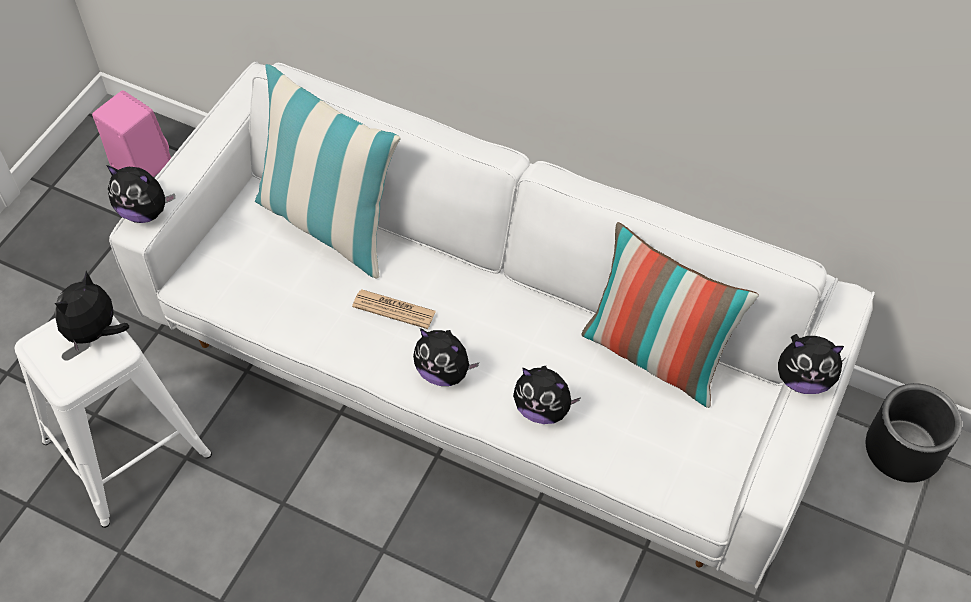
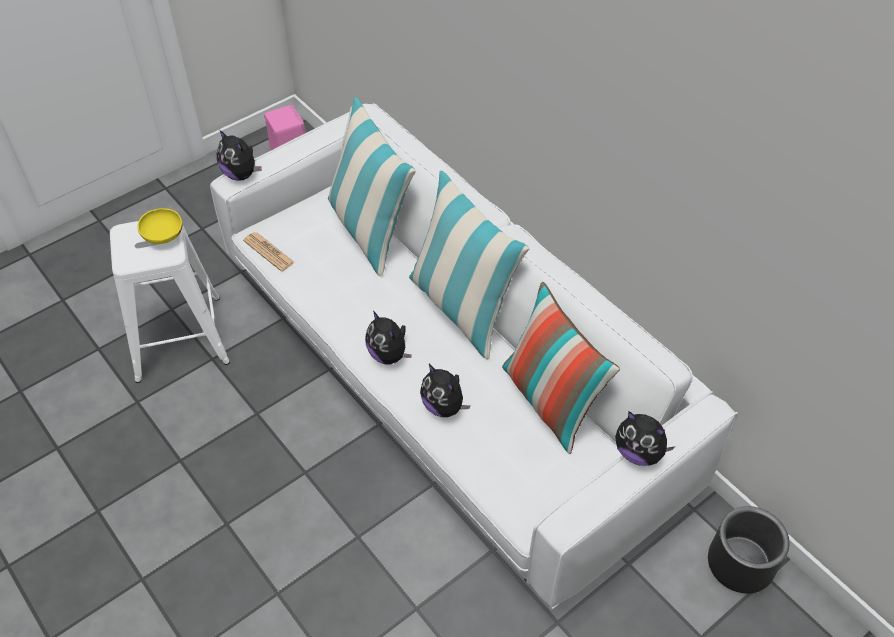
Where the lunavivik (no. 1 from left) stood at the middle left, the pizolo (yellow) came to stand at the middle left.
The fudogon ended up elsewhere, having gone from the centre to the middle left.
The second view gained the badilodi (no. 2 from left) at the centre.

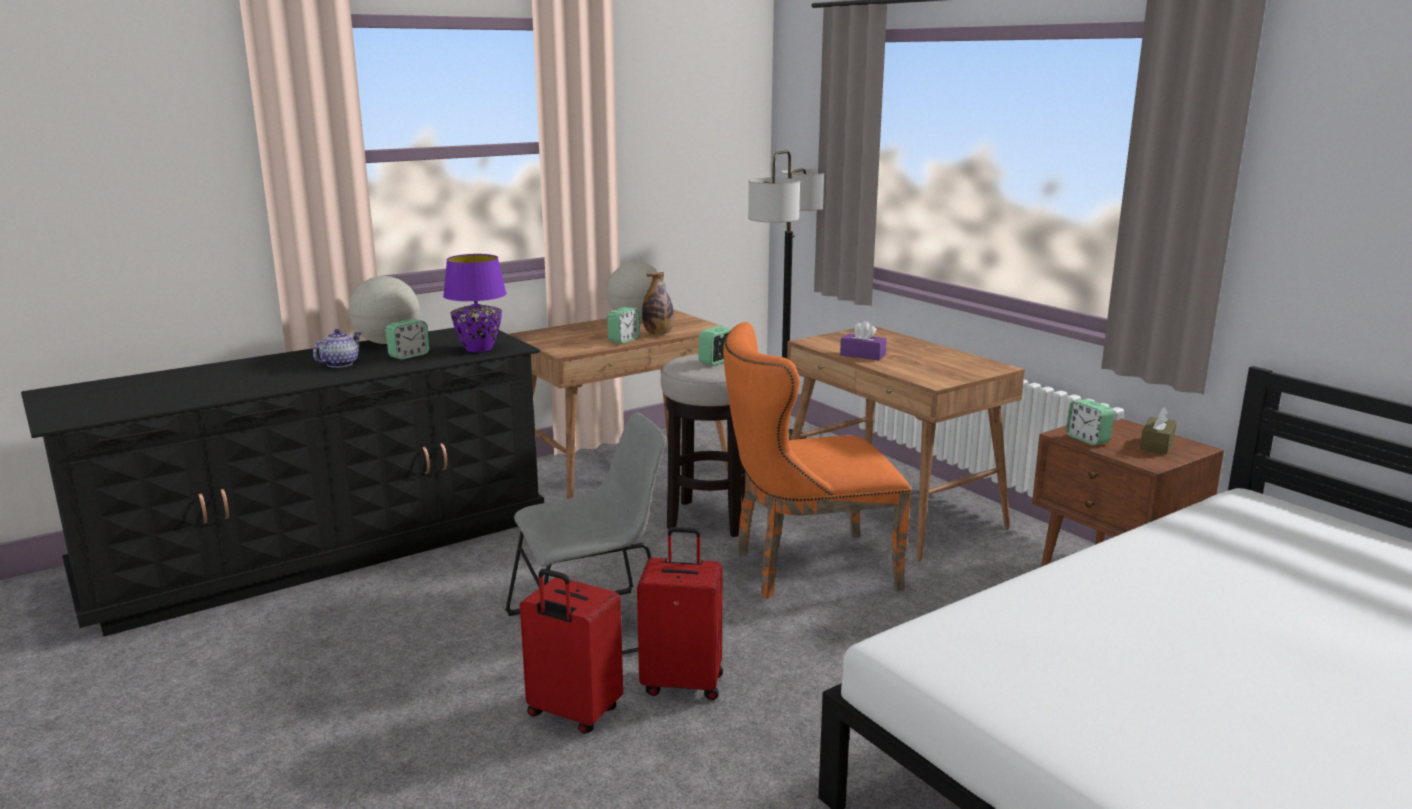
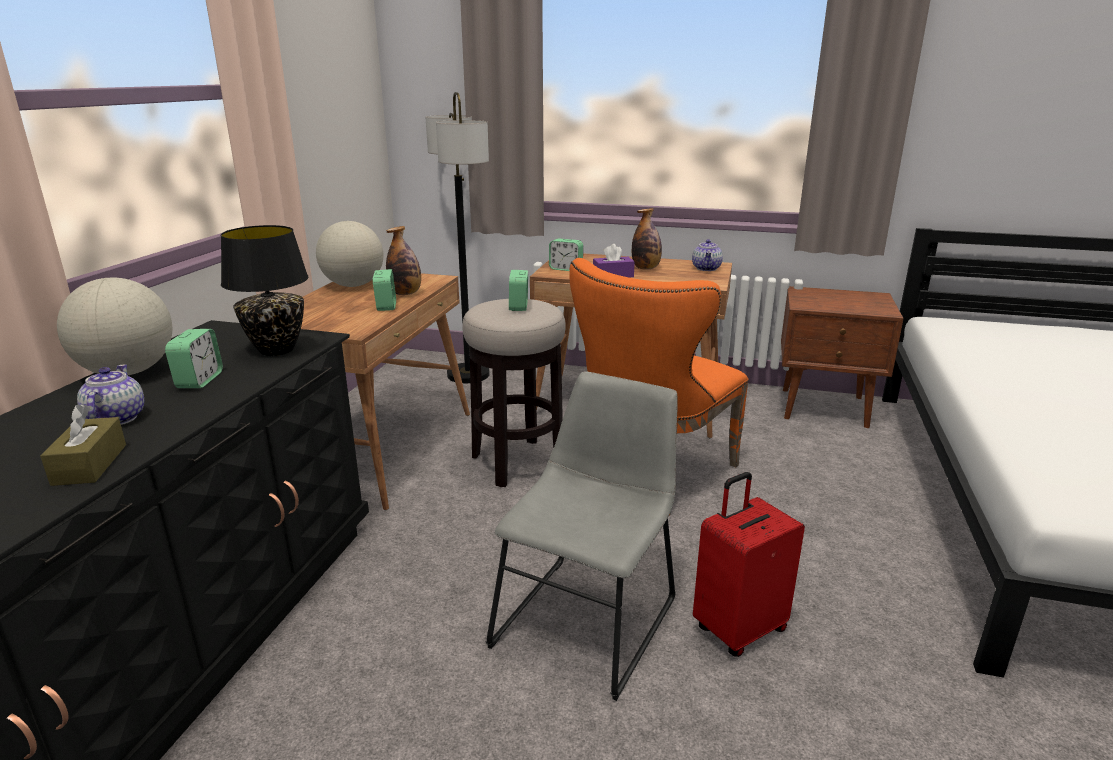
The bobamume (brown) ended up elsewhere, having gone from the middle right to the middle left.
What was the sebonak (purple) at the centre turned into the sebonak (black) at the middle left.
The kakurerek (no. 4 from left) ended up elsewhere, having gone from the middle right to the centre.
The second view gained the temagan (no. 2 from left) at the top centre.
The second view gained the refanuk (no. 2 from left) at the centre.
The second view lost the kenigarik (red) (no. 1 from left) at the bottom centre.

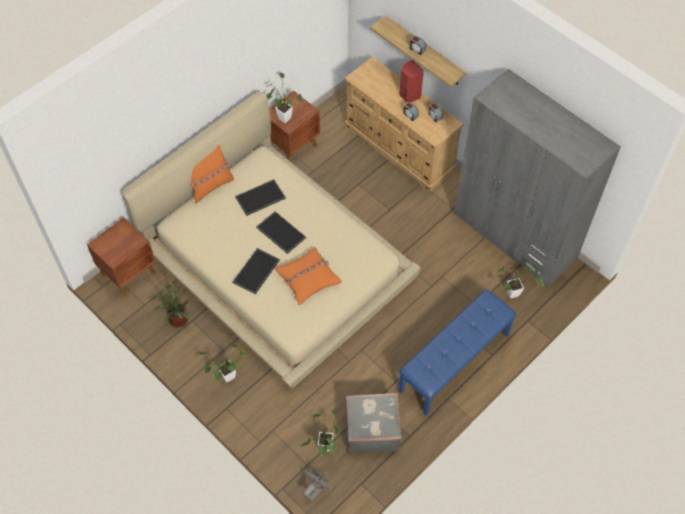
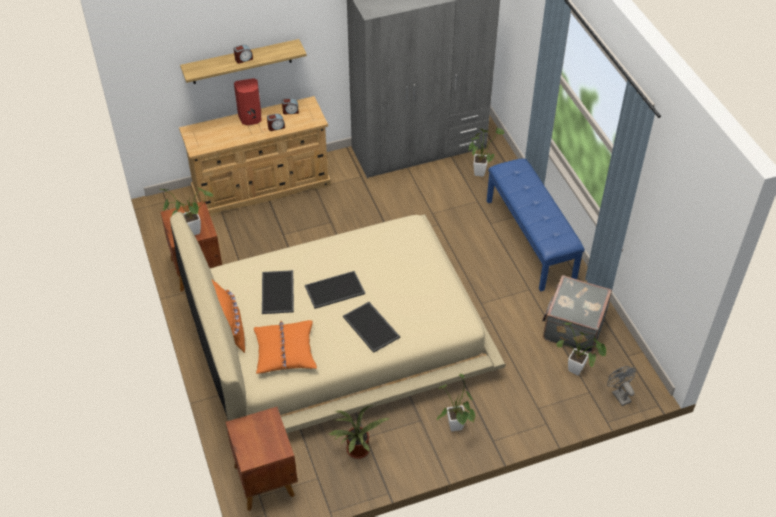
The badilodi (orange) (no. 2 from left) ended up elsewhere, having gone from the centre to the bottom centre.

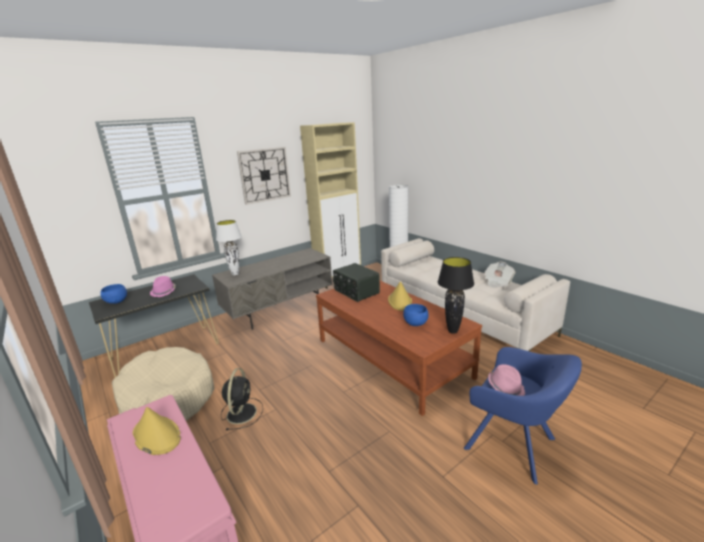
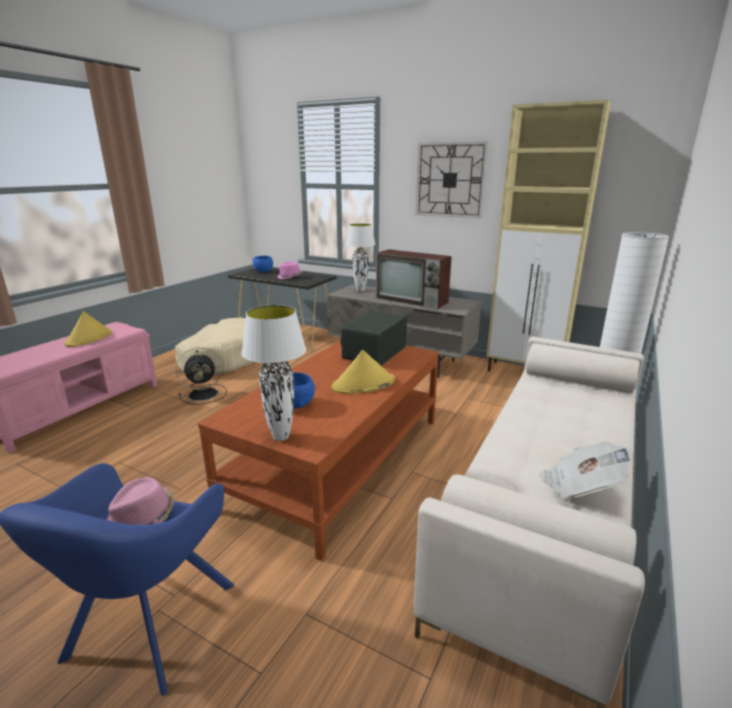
What was the sebonak (black) at the centre turned into the sebonak (white) (no. 1 from left) at the centre.
The second view gained the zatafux at the centre.

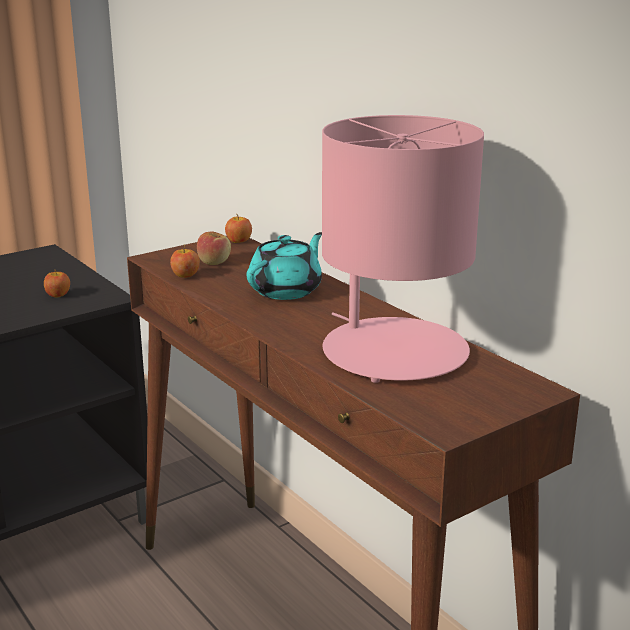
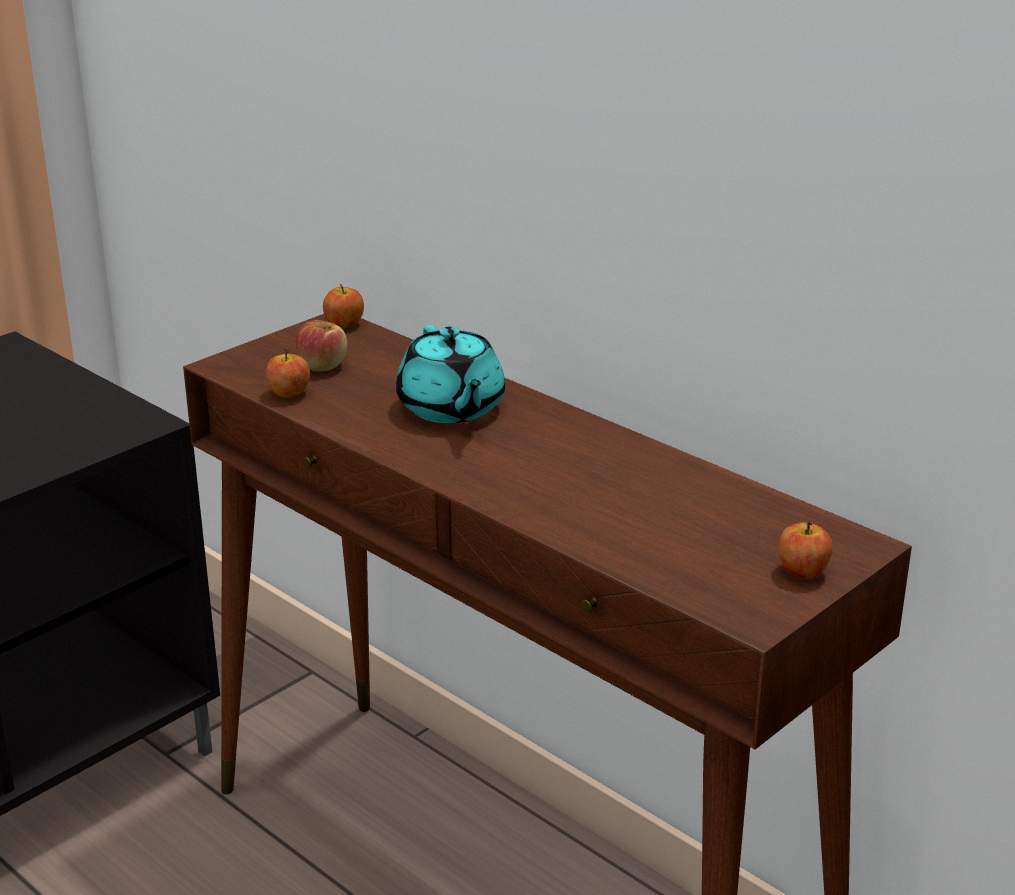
The refanuk (turquoise) at the centre ended up facing another way, 135 degrees clockwise from before.
The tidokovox (no. 1 from left in the first image) ended up elsewhere, having gone from the middle left to the middle right.
The second view lost the sebonak (pink) at the centre.

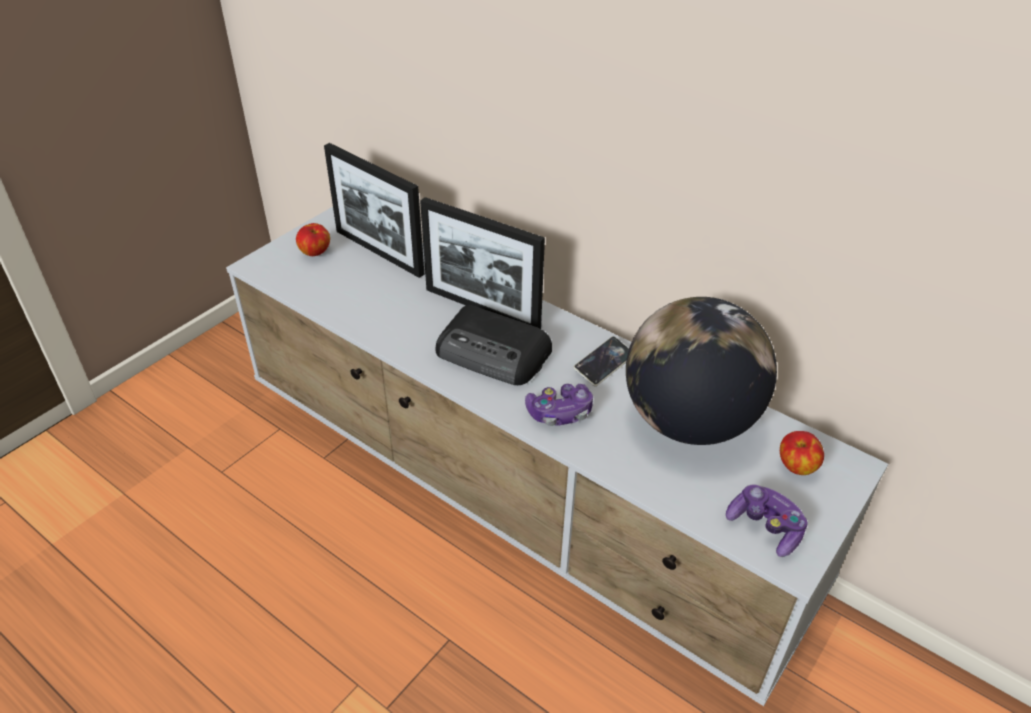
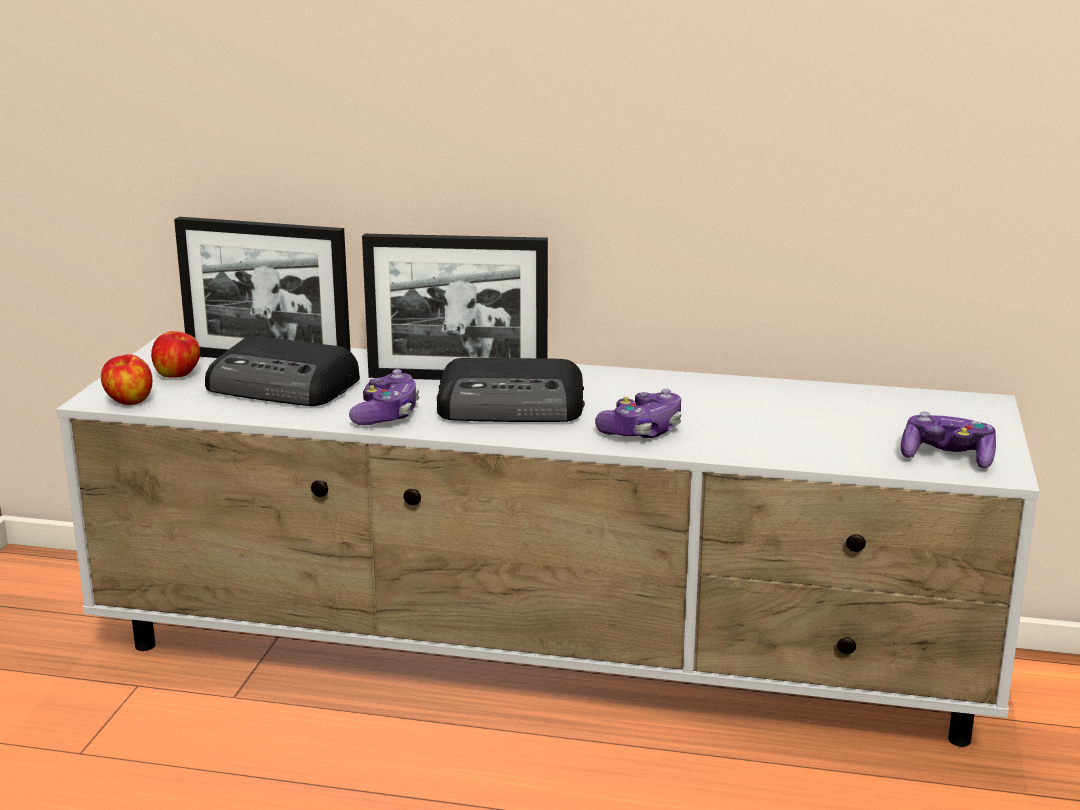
The tidokovox (no. 2 from left in the first image) ended up elsewhere, having gone from the middle right to the middle left.
The second view gained the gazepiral (no. 1 from left) at the middle left.
The second view gained the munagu (no. 1 from left) at the centre.
The second view lost the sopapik at the centre.
The second view lost the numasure at the middle right.

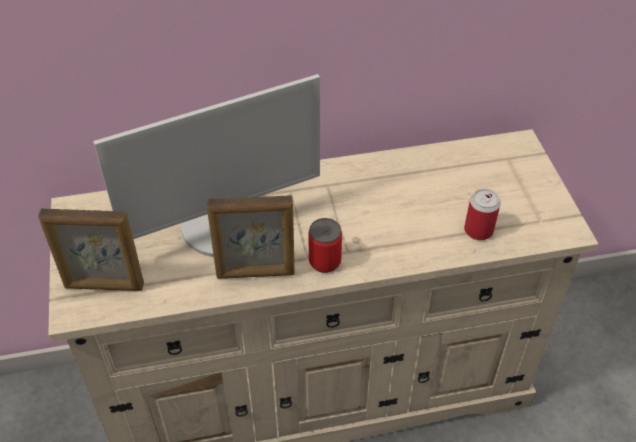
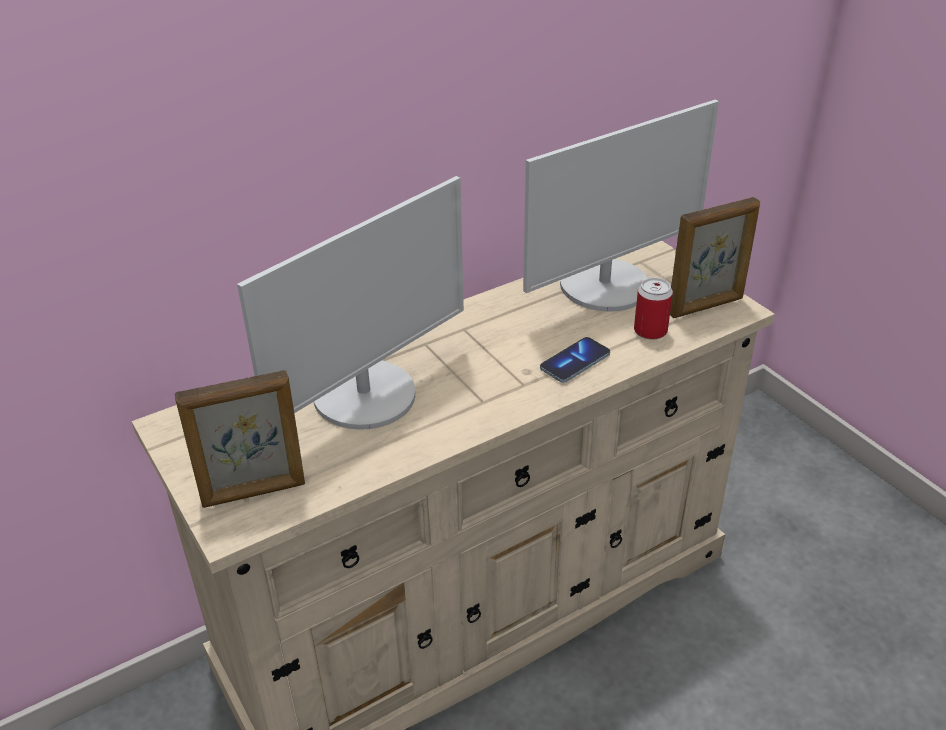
The second view gained the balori (no. 2 from left) at the top centre.
The second view gained the sopapik at the centre.
The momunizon (no. 2 from left) ended up elsewhere, having gone from the centre to the middle right.
The second view lost the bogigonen (no. 1 from left) at the centre.

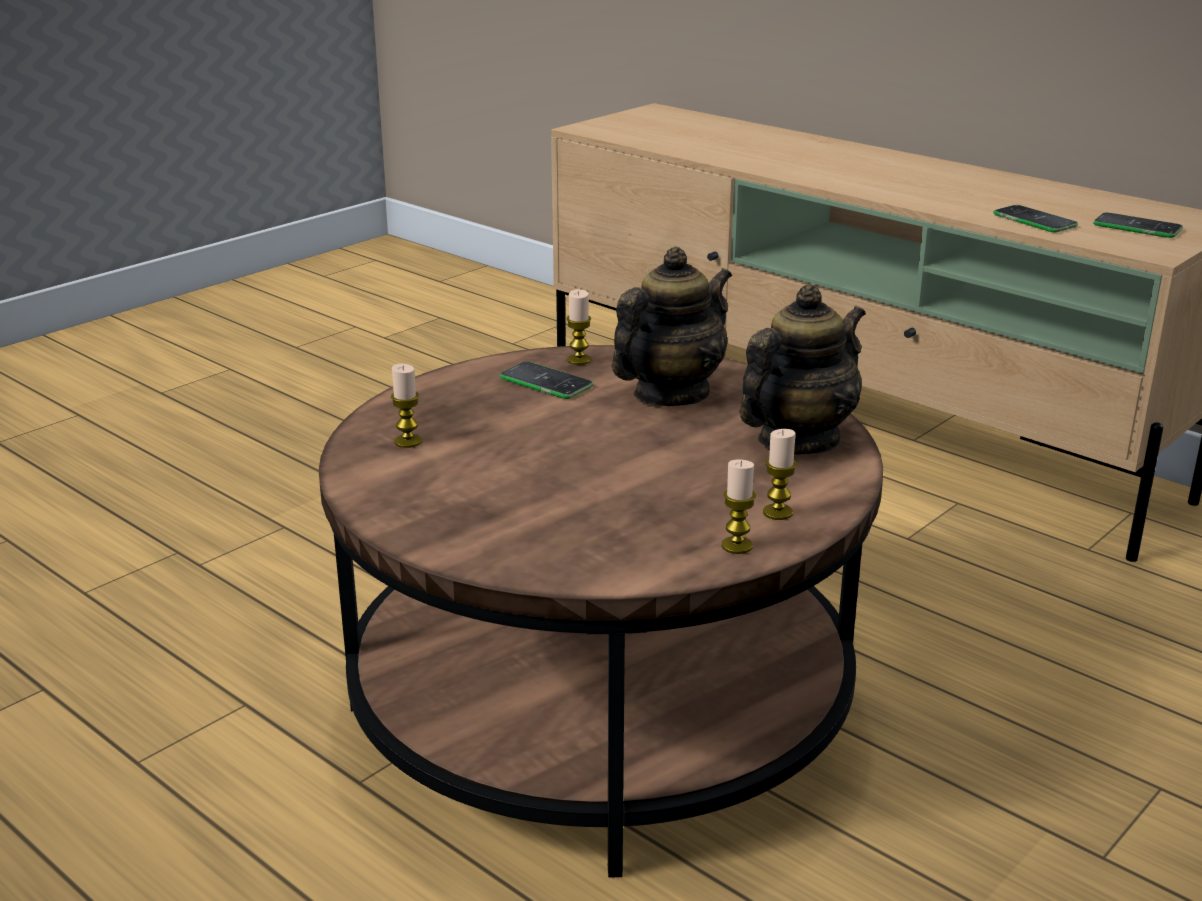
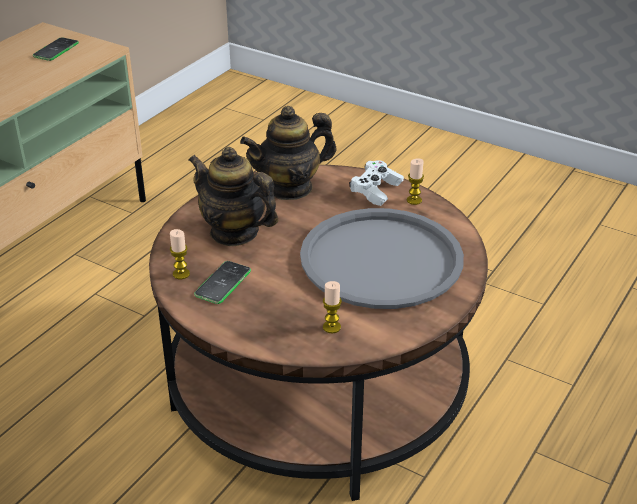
The refanuk (no. 2 from left) at the middle right ended up facing another way, 60 degrees counterclockwise from before.
The second view gained the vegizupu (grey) at the centre.
Where the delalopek (no. 4 from left) stood at the centre, the munagu (white) came to stand at the centre.
The second view lost the sopapik (no. 2 from left) at the top right.

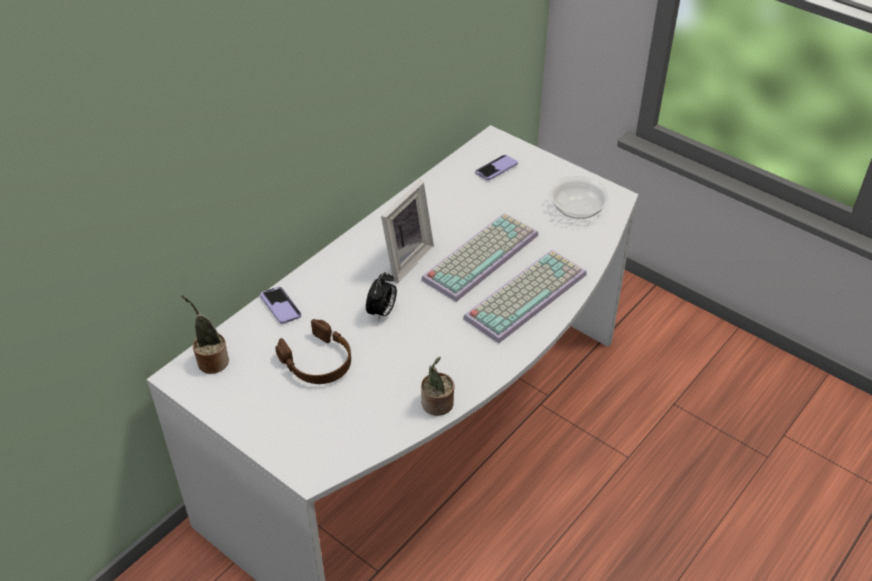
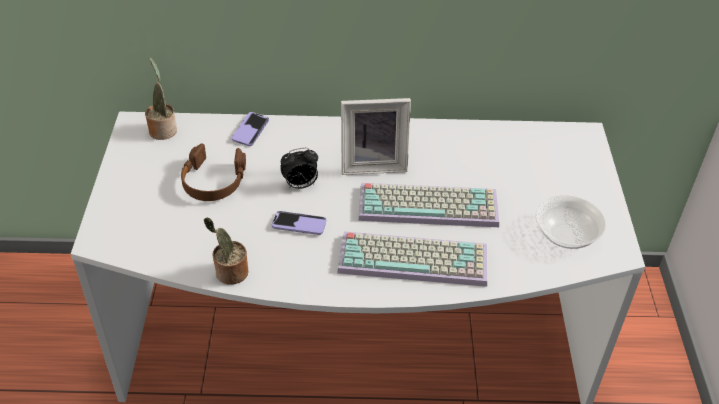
The sopapik (no. 2 from left) ended up elsewhere, having gone from the top centre to the centre.

